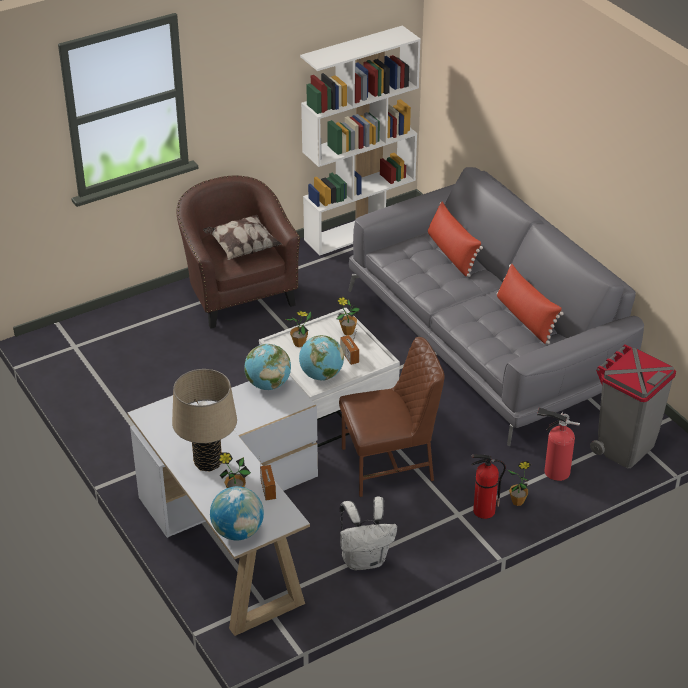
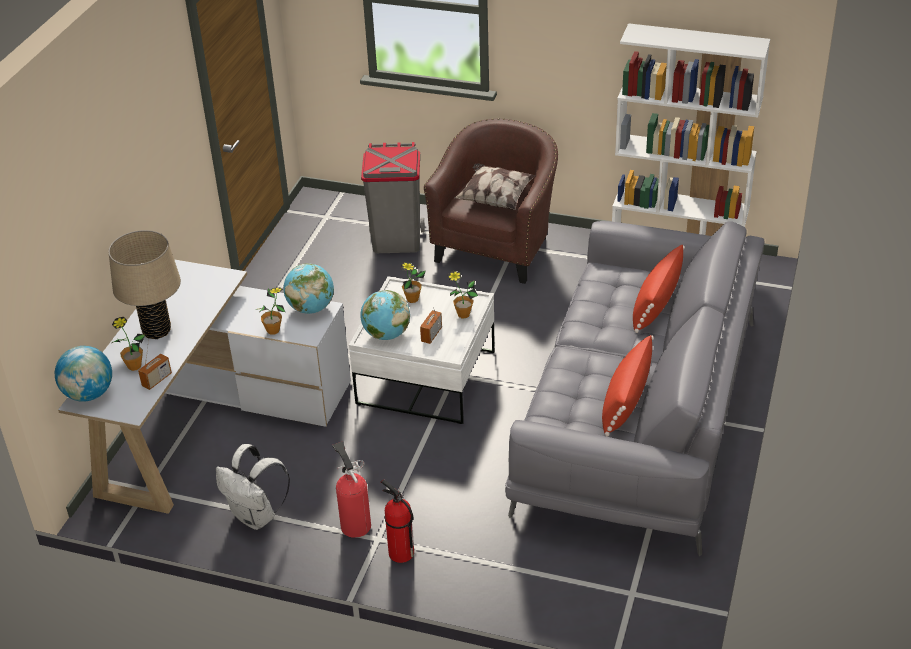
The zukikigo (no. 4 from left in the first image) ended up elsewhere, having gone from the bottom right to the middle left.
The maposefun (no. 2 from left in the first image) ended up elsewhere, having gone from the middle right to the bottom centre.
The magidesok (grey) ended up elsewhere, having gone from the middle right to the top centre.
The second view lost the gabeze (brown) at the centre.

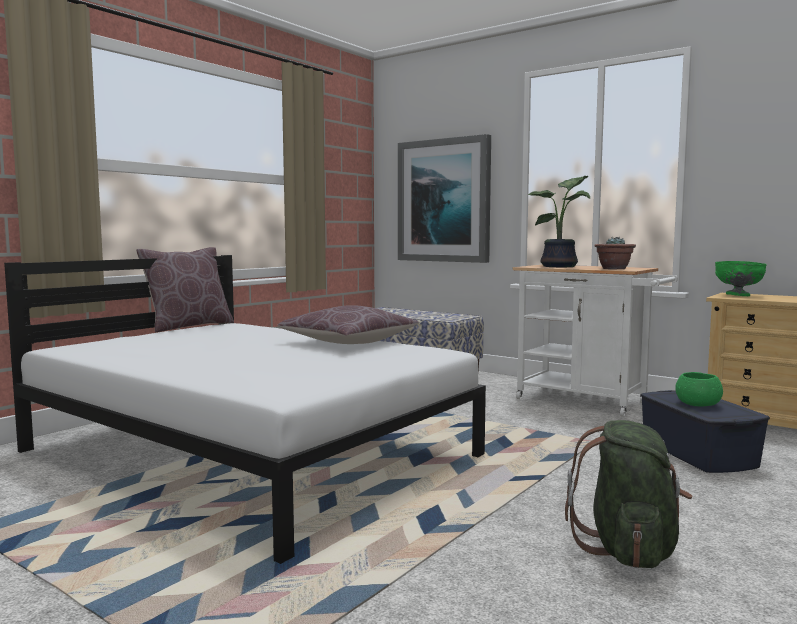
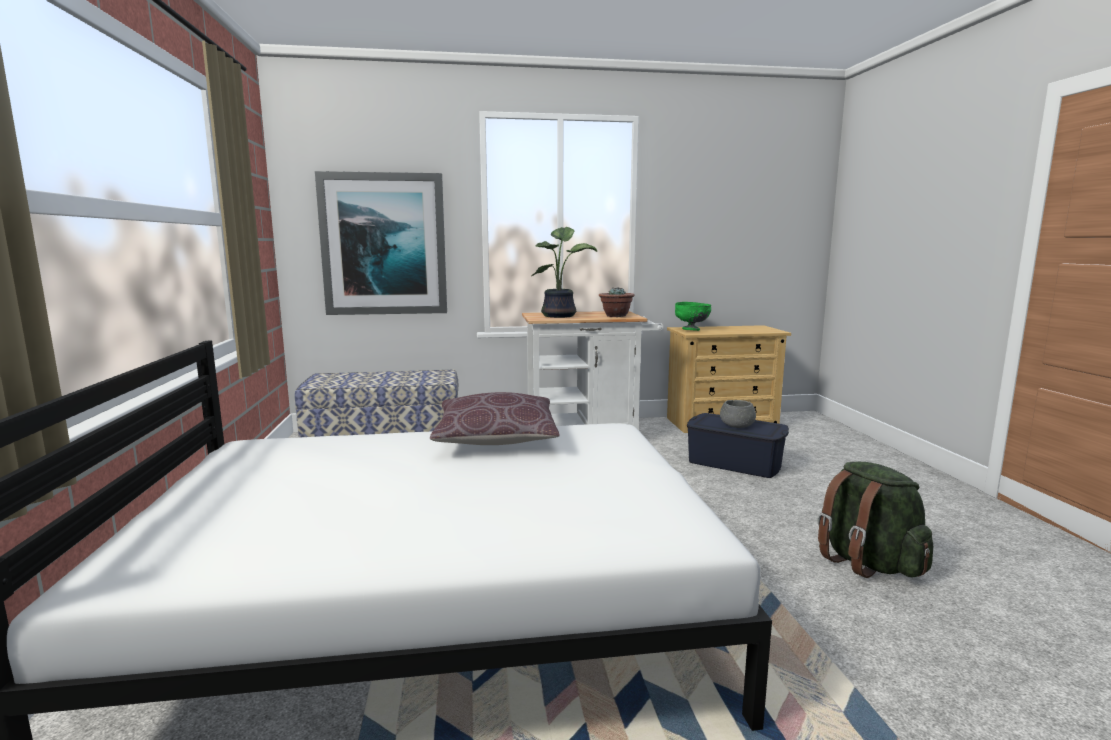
What was the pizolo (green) (no. 1 from left) at the middle right turned into the pizolo (grey) at the centre.
The second view lost the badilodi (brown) (no. 1 from left) at the middle left.

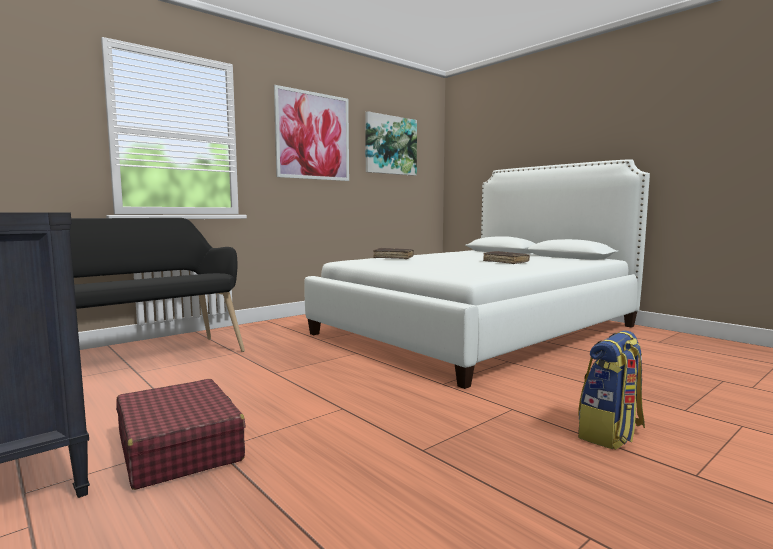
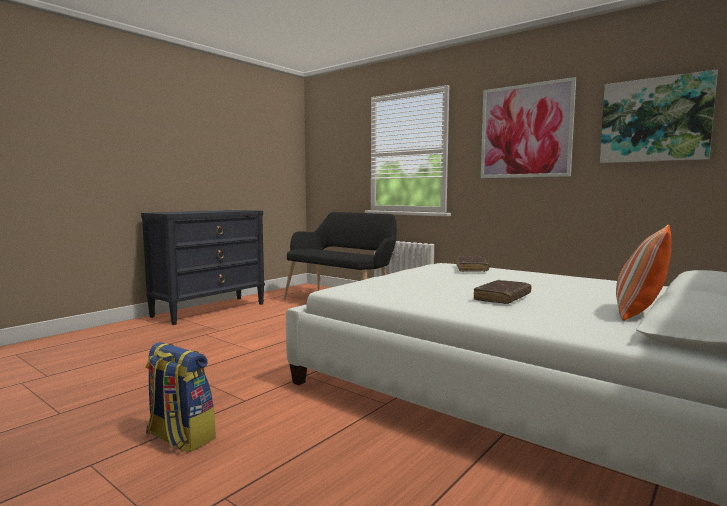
The second view gained the badilodi at the middle right.
The second view lost the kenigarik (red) at the bottom left.

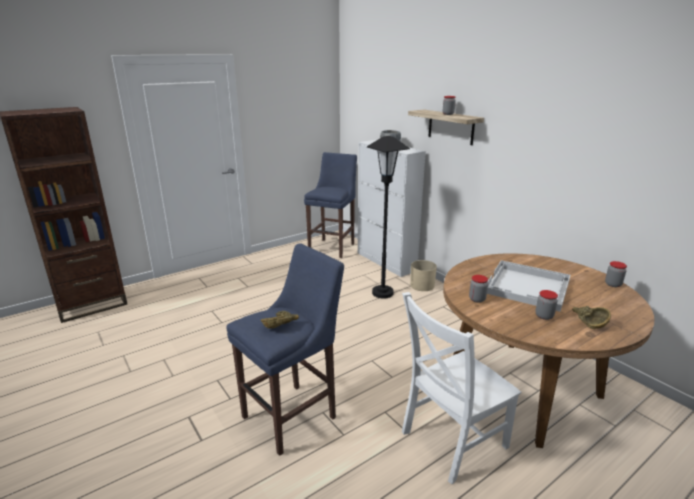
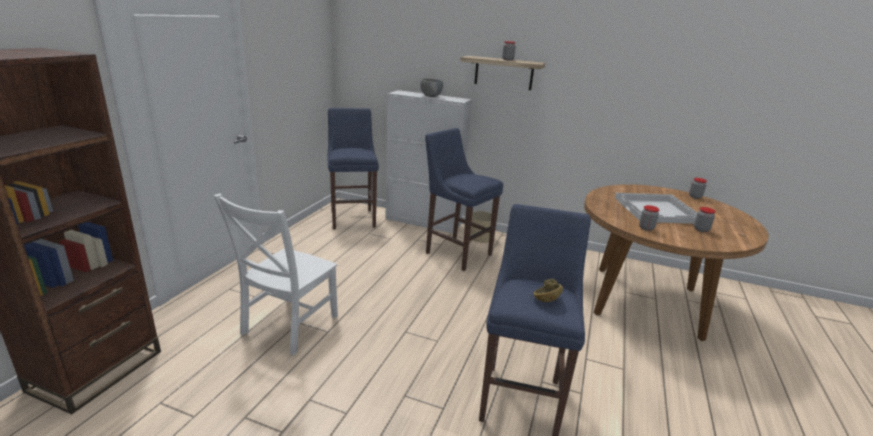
The gabeze (white) ended up elsewhere, having gone from the bottom centre to the middle left.
Where the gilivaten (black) stood at the centre, the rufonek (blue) (no. 2 from left) came to stand at the centre.
The second view lost the pizolo (brown) (no. 2 from left) at the middle right.

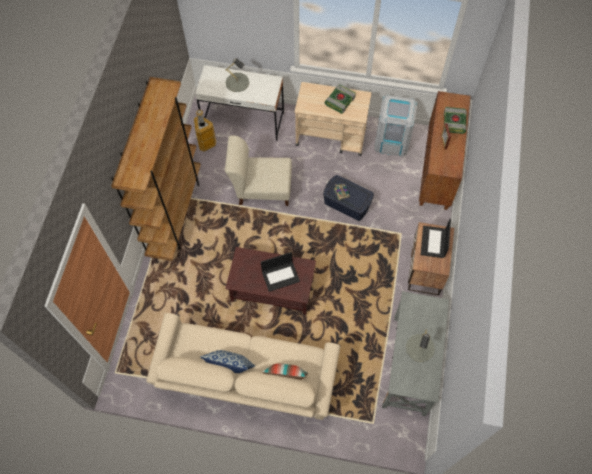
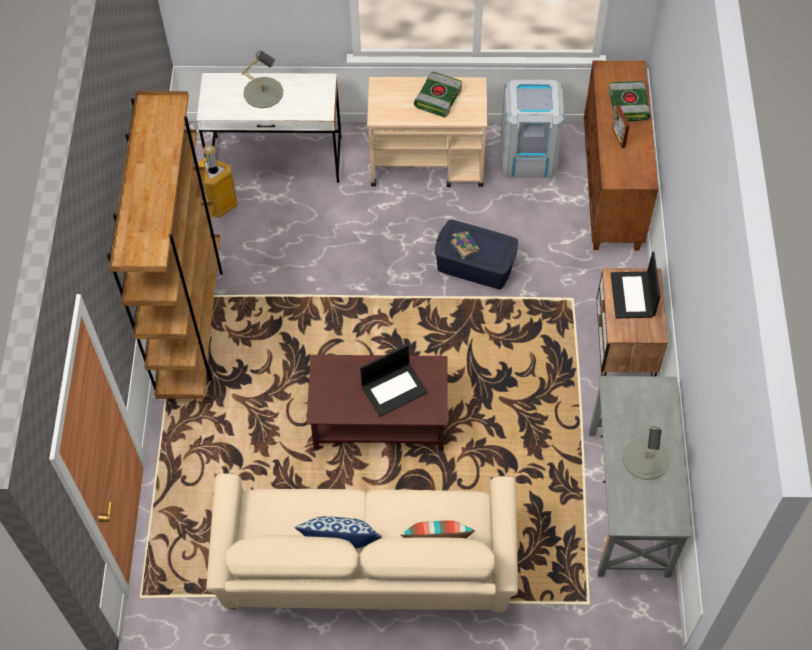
The second view lost the gabeze (beige) at the centre.

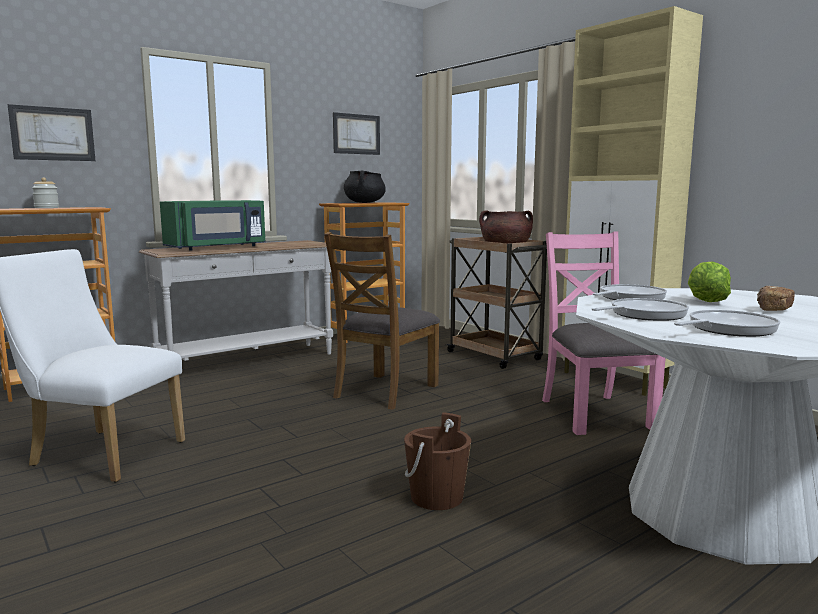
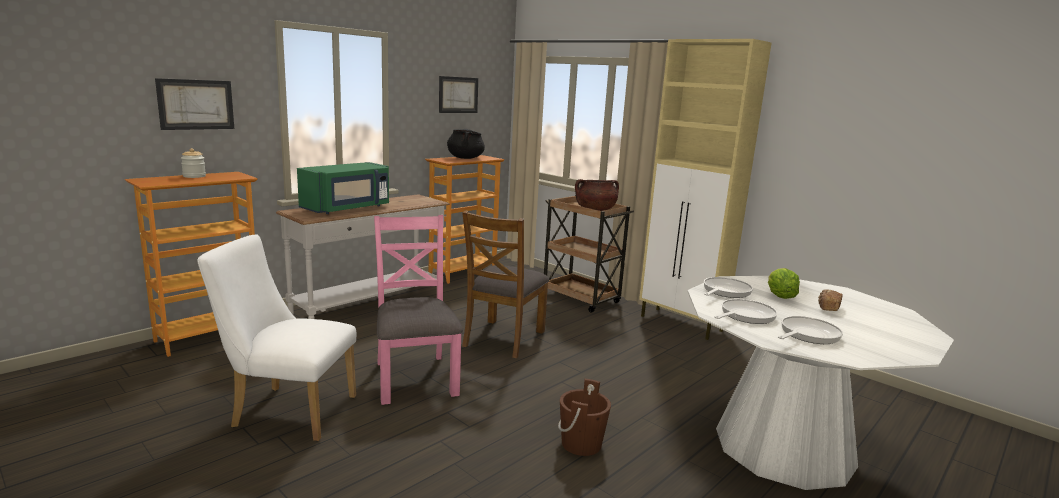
The gabeze (pink) ended up elsewhere, having gone from the middle right to the centre.

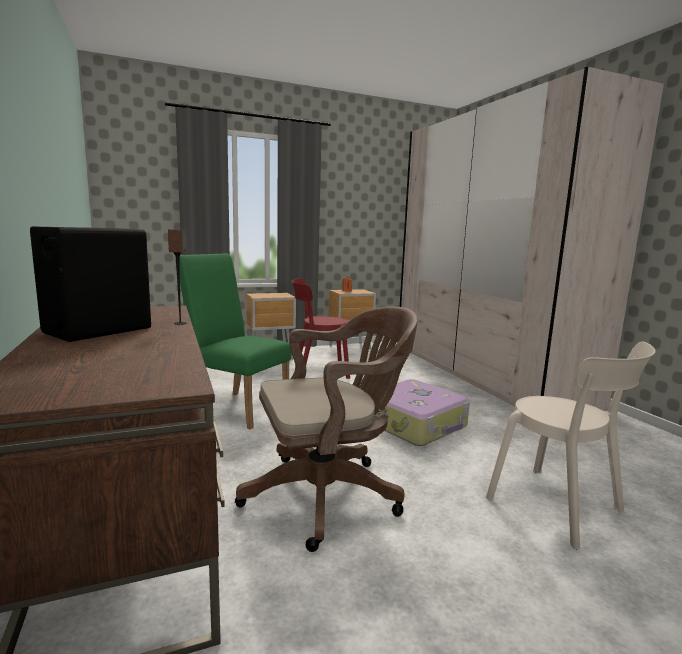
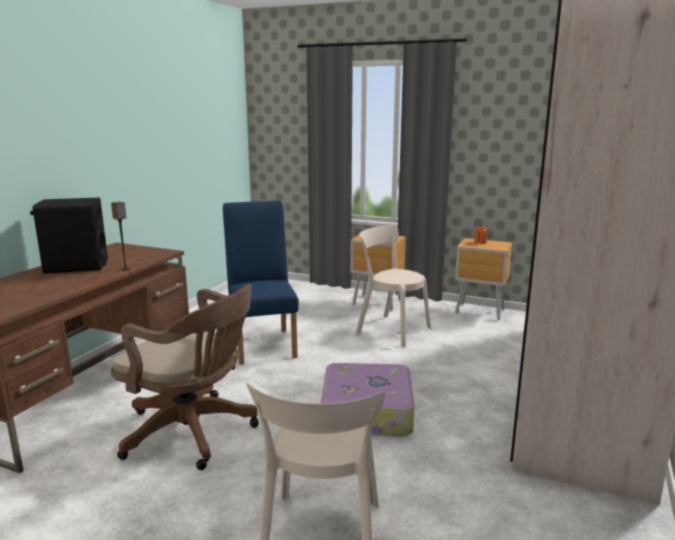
What was the gabeze (green) at the centre turned into the gabeze (blue) at the centre.
What was the gabeze (red) at the centre turned into the gabeze (beige) (no. 2 from left) at the centre.

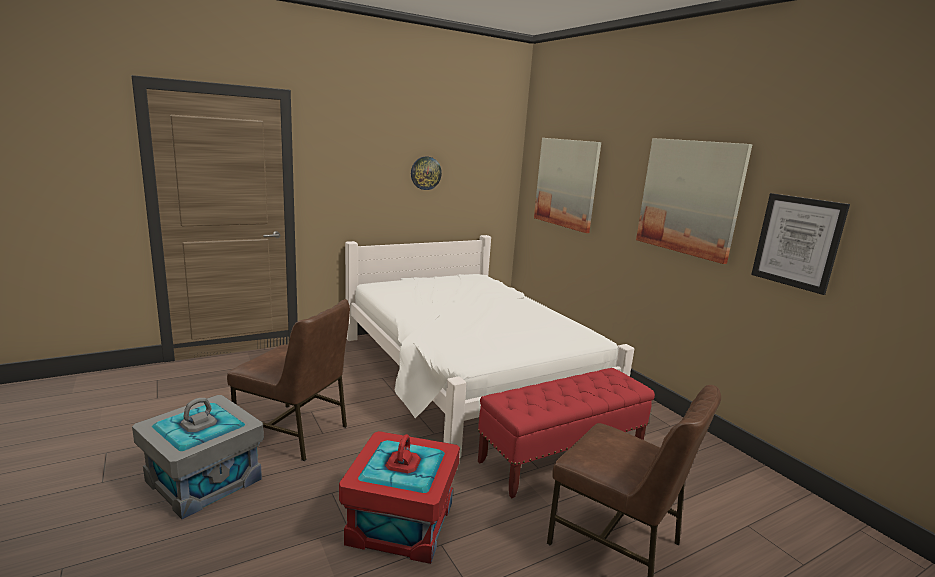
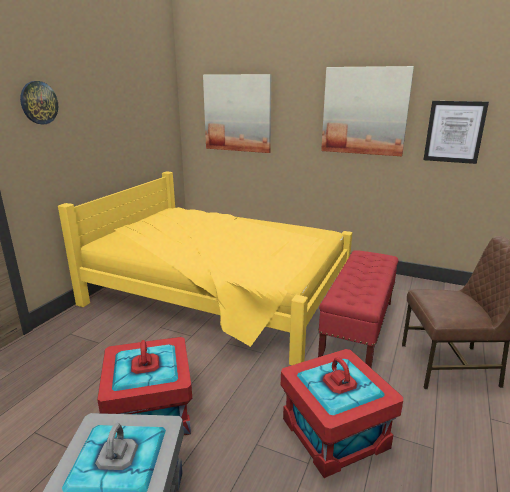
The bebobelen ended up elsewhere, having gone from the top centre to the top left.
What was the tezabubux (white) at the centre turned into the tezabubux (yellow) at the centre.
Where the gabeze (brown) (no. 1 from left) stood at the middle left, the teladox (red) (no. 1 from left) came to stand at the bottom left.

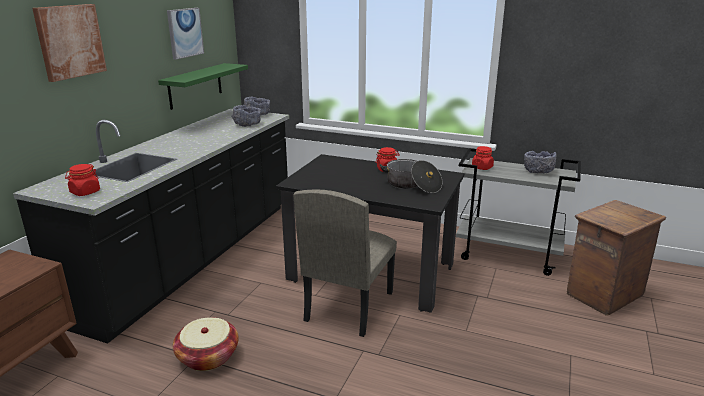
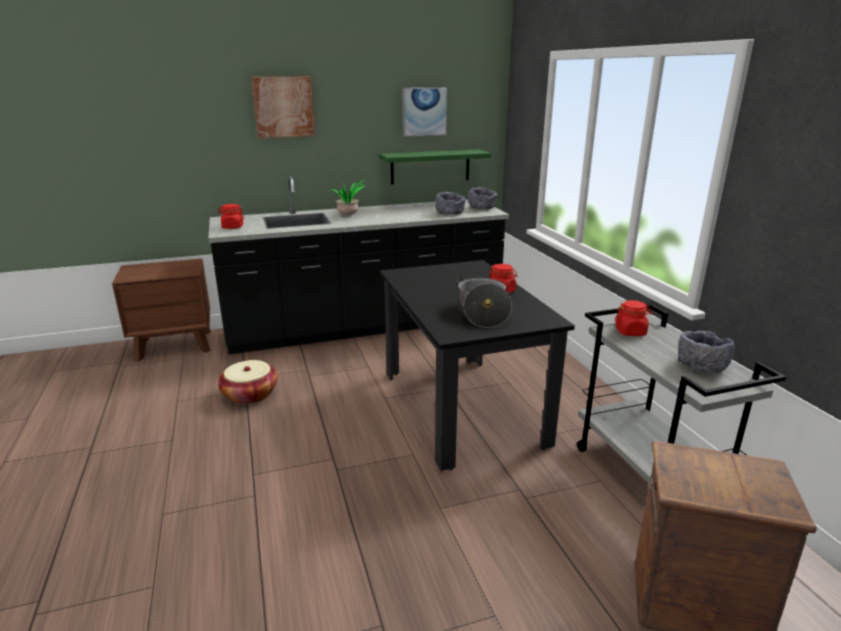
The second view gained the zukikigo at the top centre.
The second view lost the gabeze (beige) at the centre.

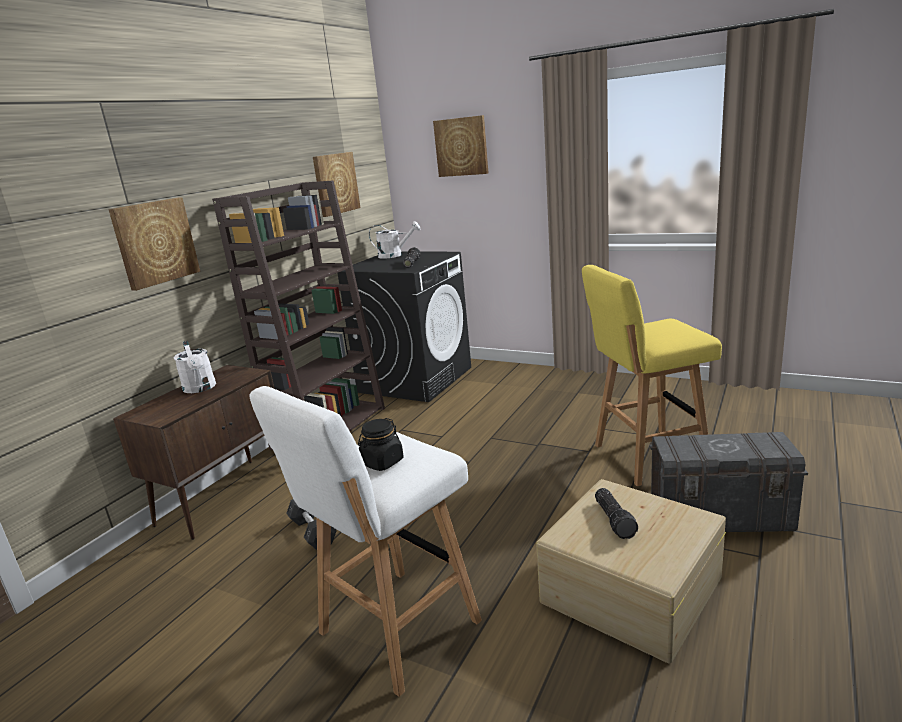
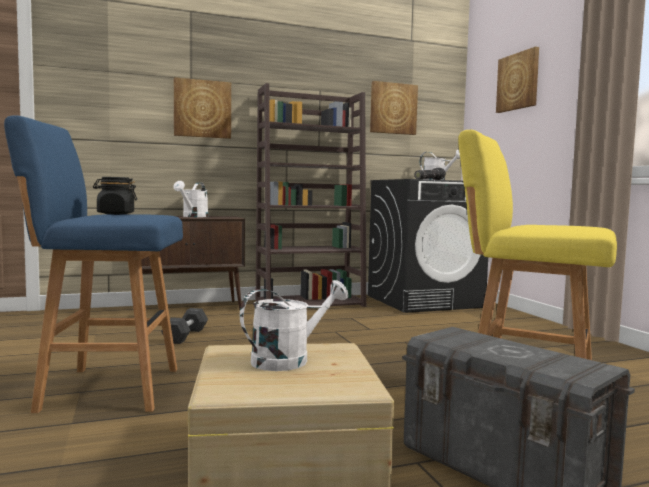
What was the rufonek (white) at the bottom centre turned into the rufonek (blue) at the middle left.
Where the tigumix (no. 2 from left) stood at the bottom right, the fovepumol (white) (no. 2 from left) came to stand at the bottom centre.

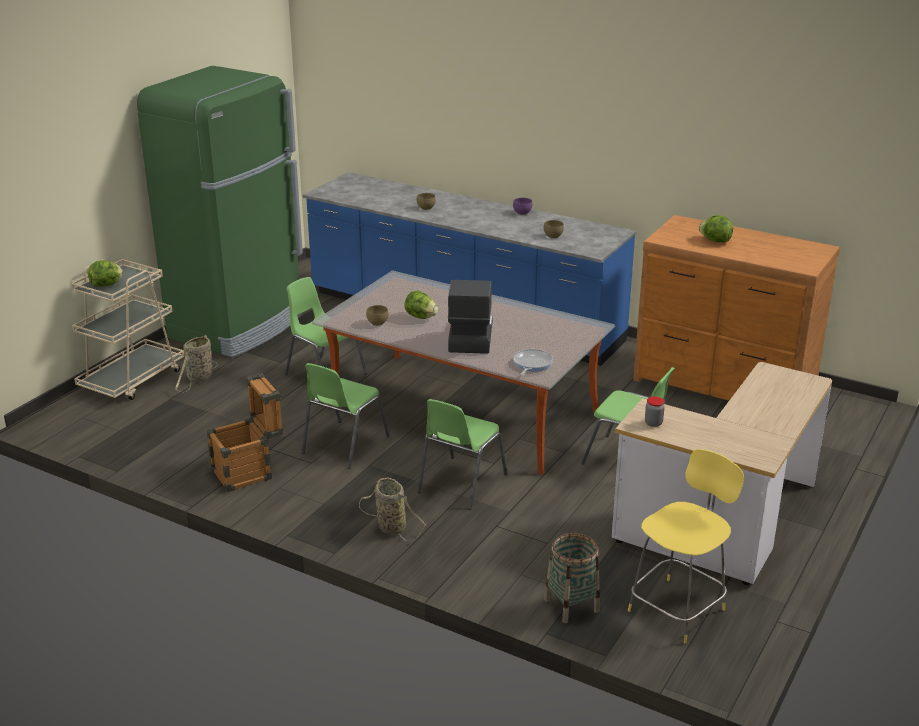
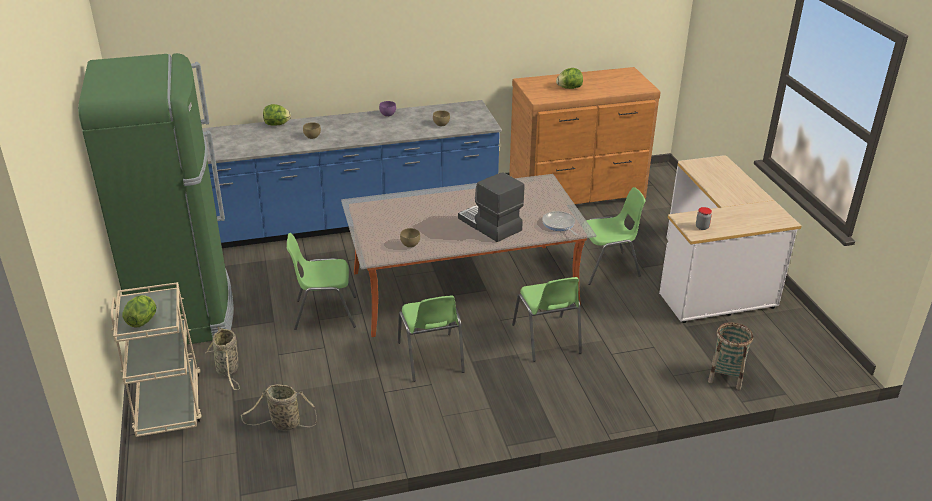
The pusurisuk (no. 2 from left) ended up elsewhere, having gone from the bottom centre to the bottom left.
The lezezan (no. 2 from left) ended up elsewhere, having gone from the centre to the top left.
The second view lost the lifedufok at the middle left.
The second view lost the rufonek (yellow) at the bottom right.

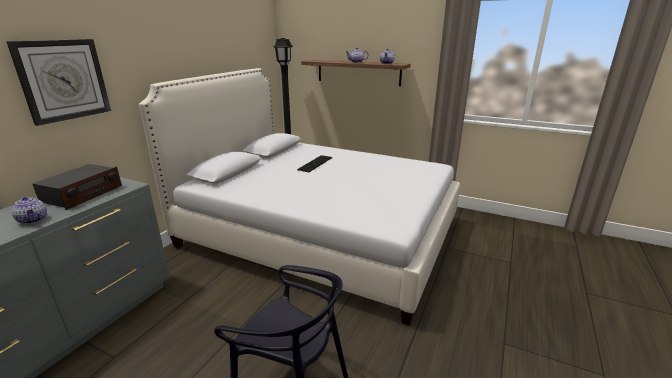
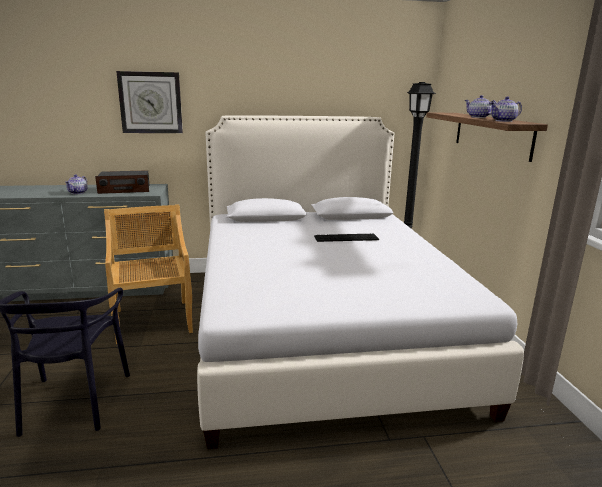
The second view gained the gabeze (beige) at the middle left.

